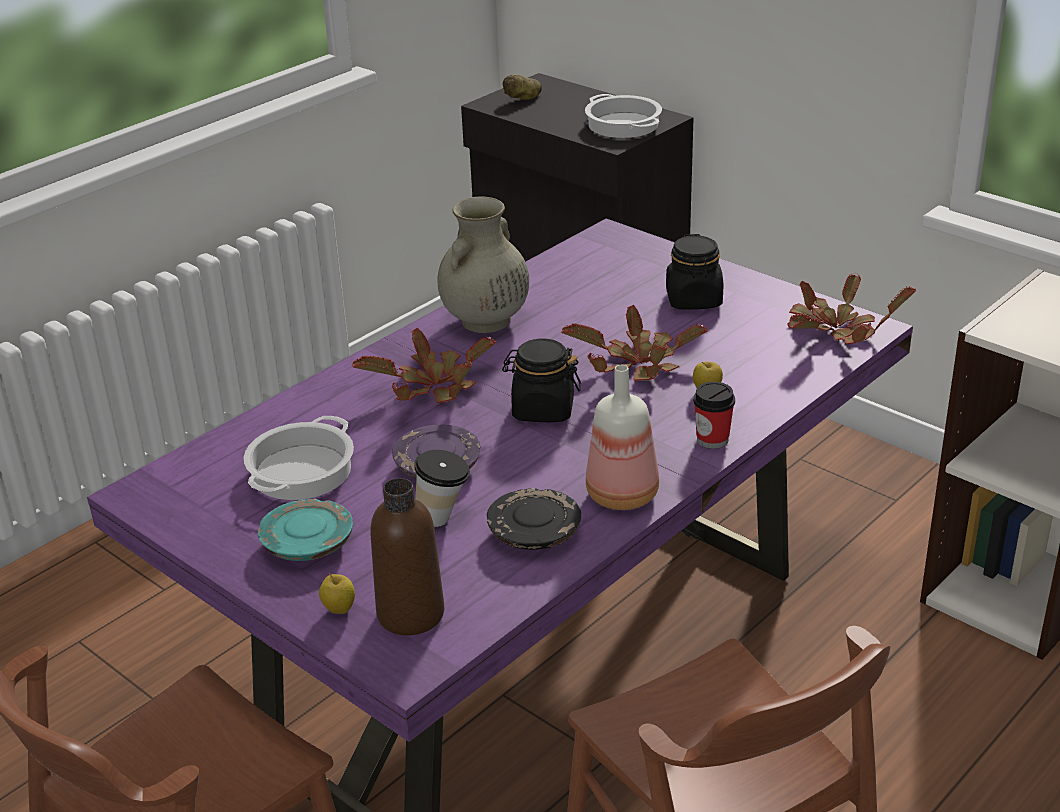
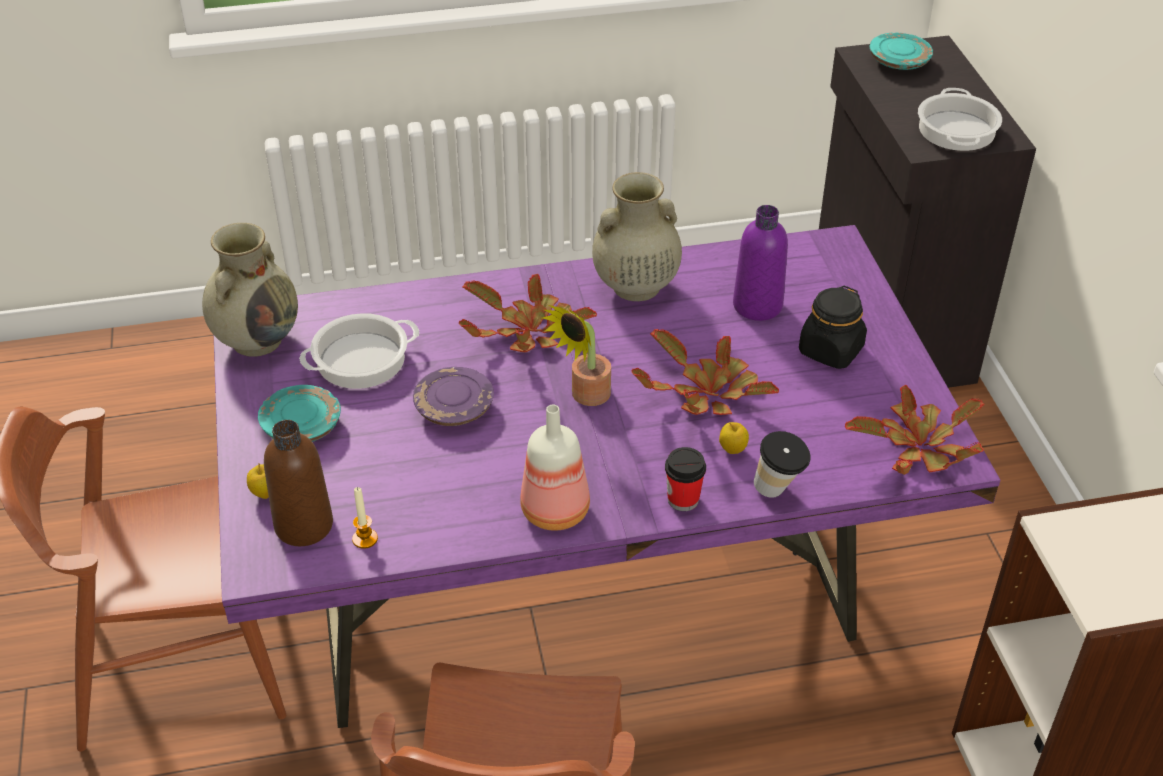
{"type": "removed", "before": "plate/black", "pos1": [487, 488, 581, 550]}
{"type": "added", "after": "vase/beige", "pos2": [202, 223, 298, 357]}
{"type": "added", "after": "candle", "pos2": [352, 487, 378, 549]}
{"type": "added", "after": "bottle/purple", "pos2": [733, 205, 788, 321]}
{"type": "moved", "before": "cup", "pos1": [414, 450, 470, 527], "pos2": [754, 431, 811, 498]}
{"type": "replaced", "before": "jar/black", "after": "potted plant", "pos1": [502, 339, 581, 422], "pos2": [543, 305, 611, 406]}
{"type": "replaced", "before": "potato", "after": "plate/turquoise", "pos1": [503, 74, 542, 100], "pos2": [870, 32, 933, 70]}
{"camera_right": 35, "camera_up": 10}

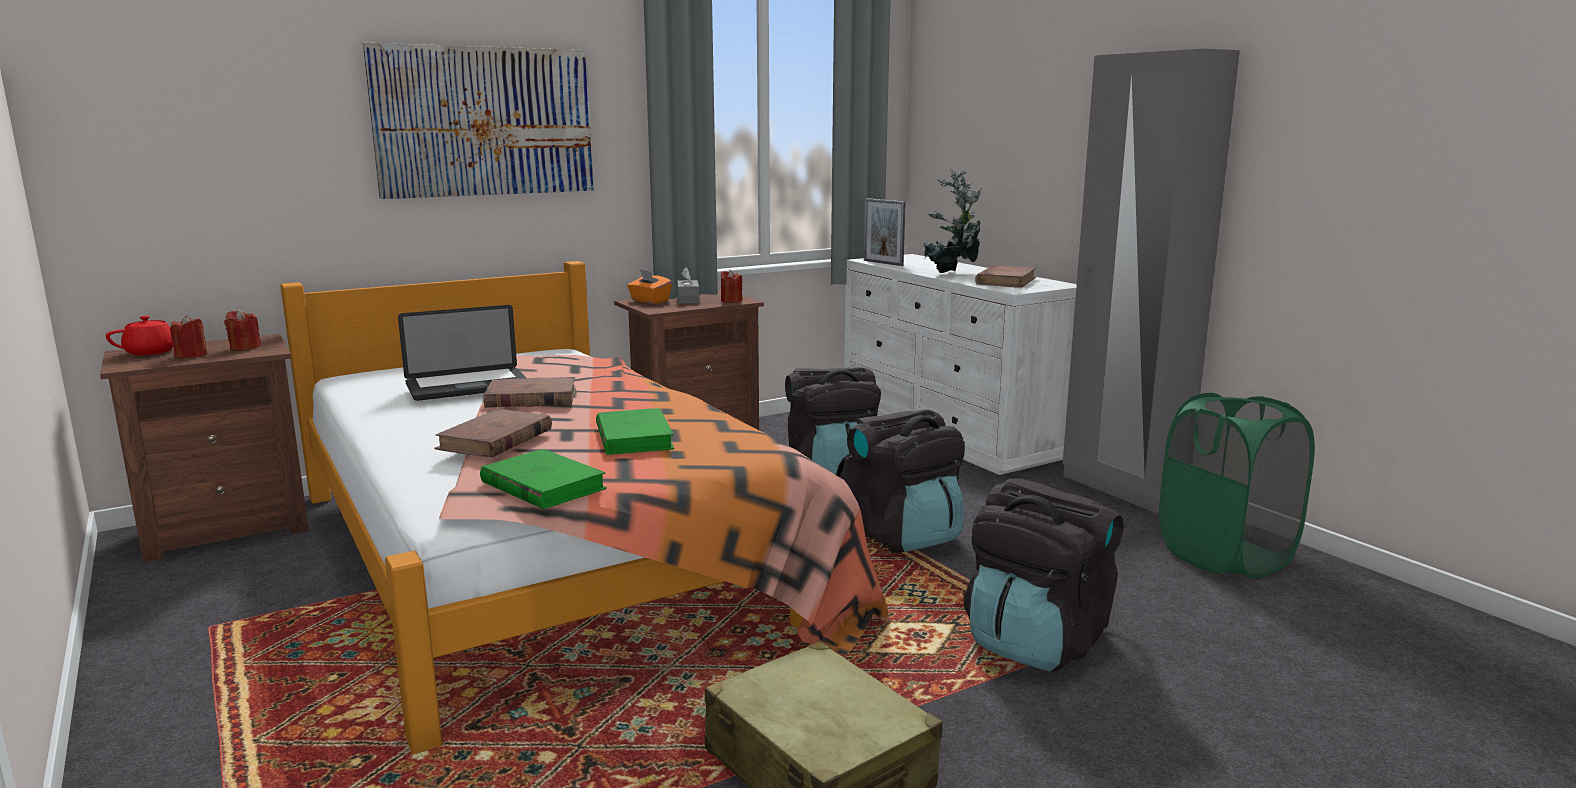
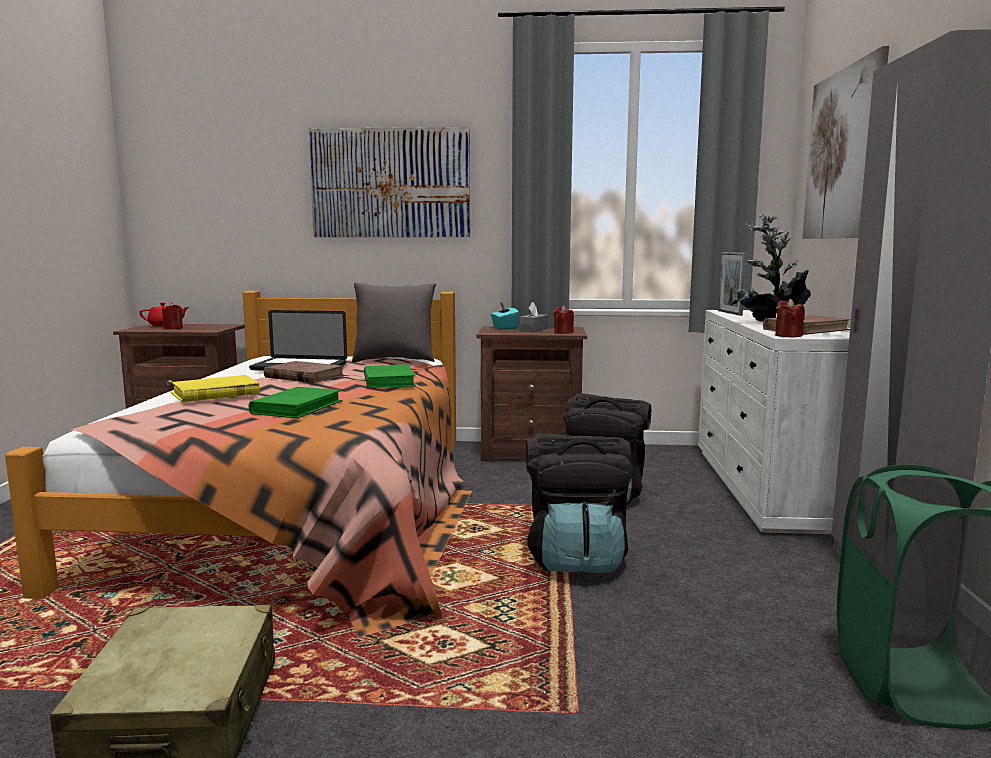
{"type": "removed", "before": "backpack/black", "pos1": [964, 478, 1123, 672]}
{"type": "added", "after": "pillow/grey", "pos2": [352, 283, 436, 362]}
{"type": "added", "after": "picture", "pos2": [802, 46, 889, 239]}
{"type": "moved", "before": "candle/red", "pos1": [224, 309, 262, 351], "pos2": [775, 299, 805, 337]}
{"type": "moved", "before": "book/green", "pos1": [480, 449, 607, 509], "pos2": [364, 365, 416, 388]}
{"type": "recoloured", "before": "book/brown", "after": "book/yellow", "pos1": [435, 409, 552, 458], "pos2": [171, 375, 260, 402]}
{"type": "recoloured", "before": "tissue box/orange", "after": "tissue box/turquoise", "pos1": [627, 269, 672, 304], "pos2": [491, 302, 519, 330]}
{"camera_right": 35, "camera_up": -5}

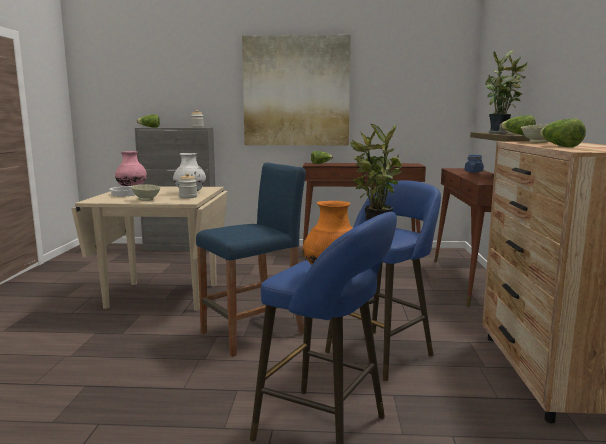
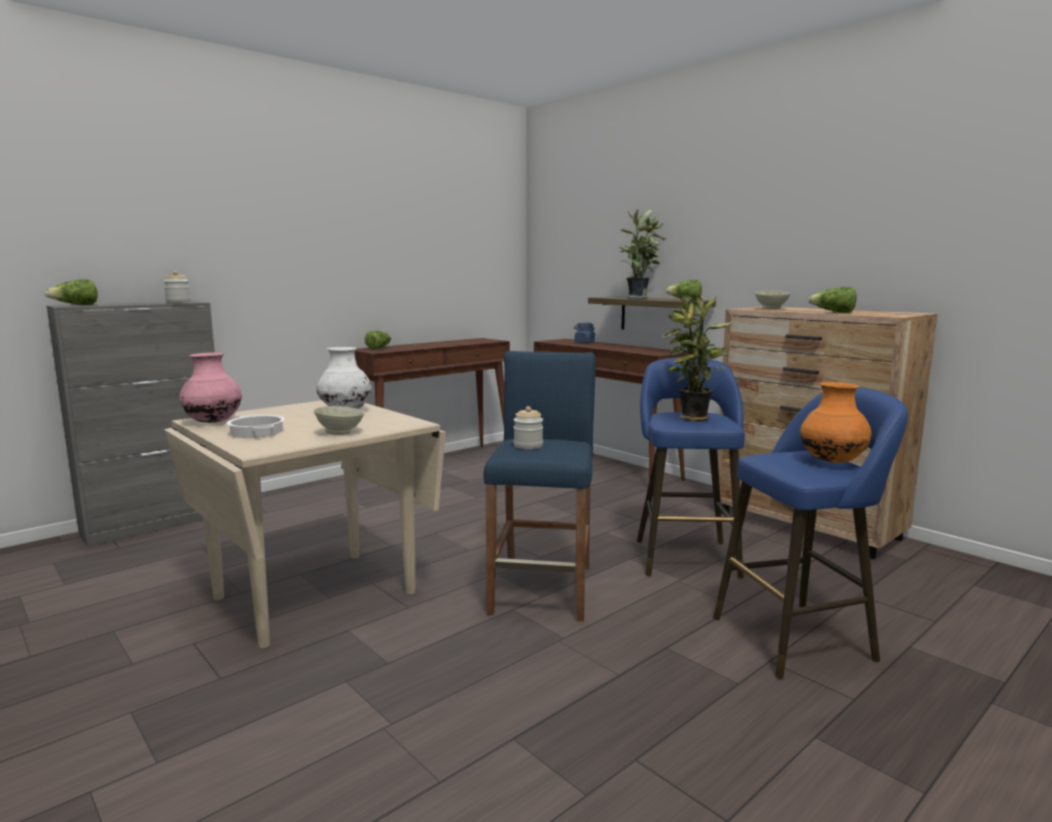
{"type": "removed", "before": "picture", "pos1": [242, 35, 351, 145]}
{"type": "moved", "before": "jar", "pos1": [178, 173, 197, 199], "pos2": [514, 406, 543, 449]}
{"camera_right": -45, "camera_up": 0}

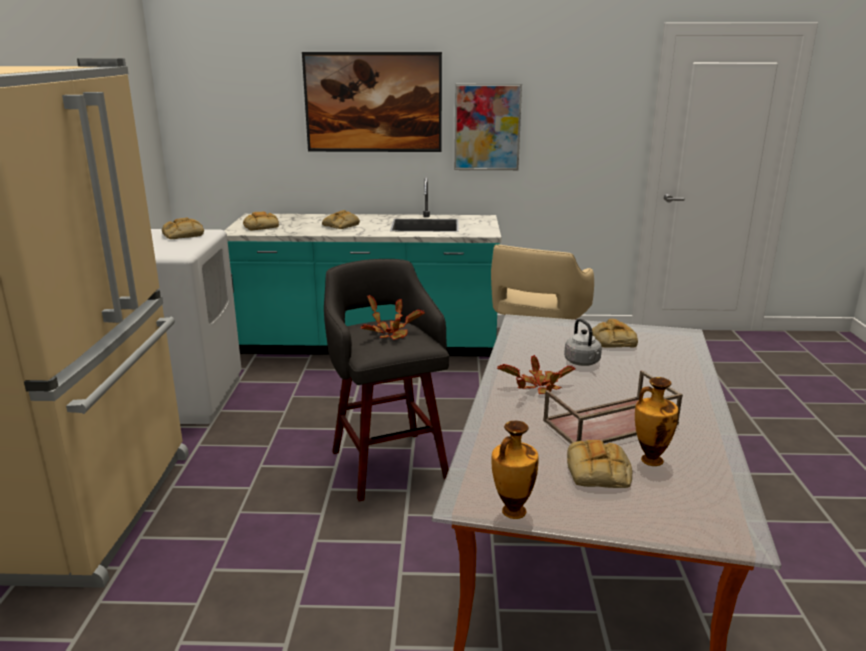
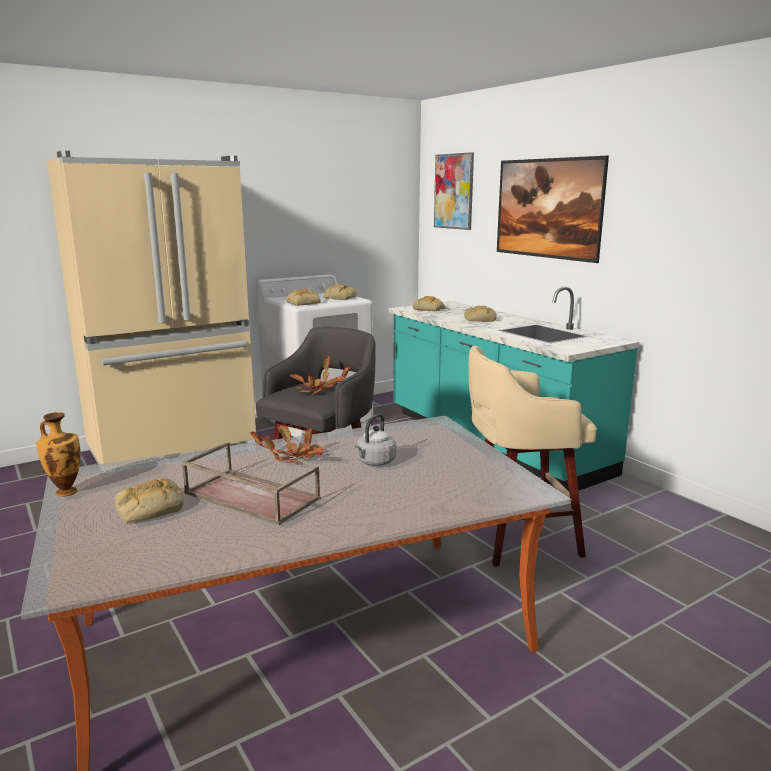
{"type": "removed", "before": "vase", "pos1": [635, 377, 679, 466]}
{"type": "moved", "before": "picture", "pos1": [454, 83, 522, 170], "pos2": [434, 152, 474, 230]}
{"type": "moved", "before": "bread", "pos1": [592, 319, 638, 348], "pos2": [286, 289, 321, 306]}
{"camera_right": 55, "camera_up": -5}

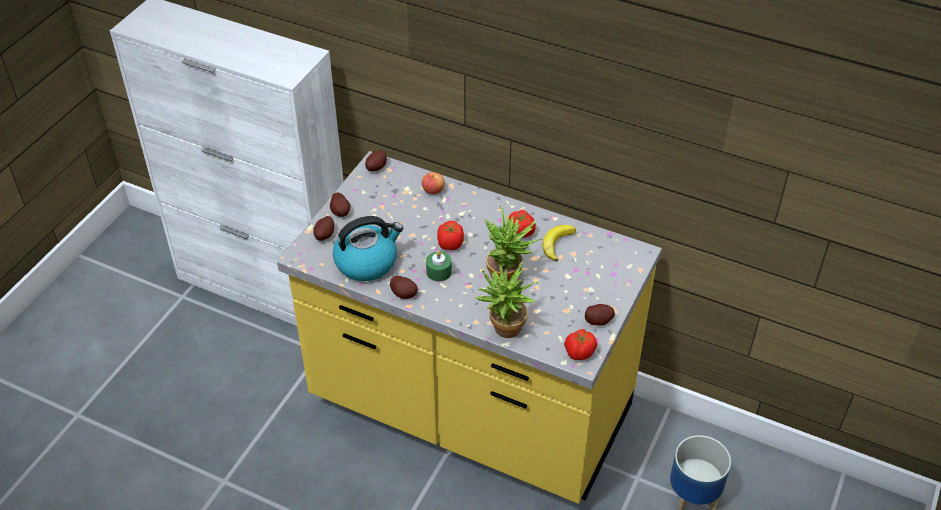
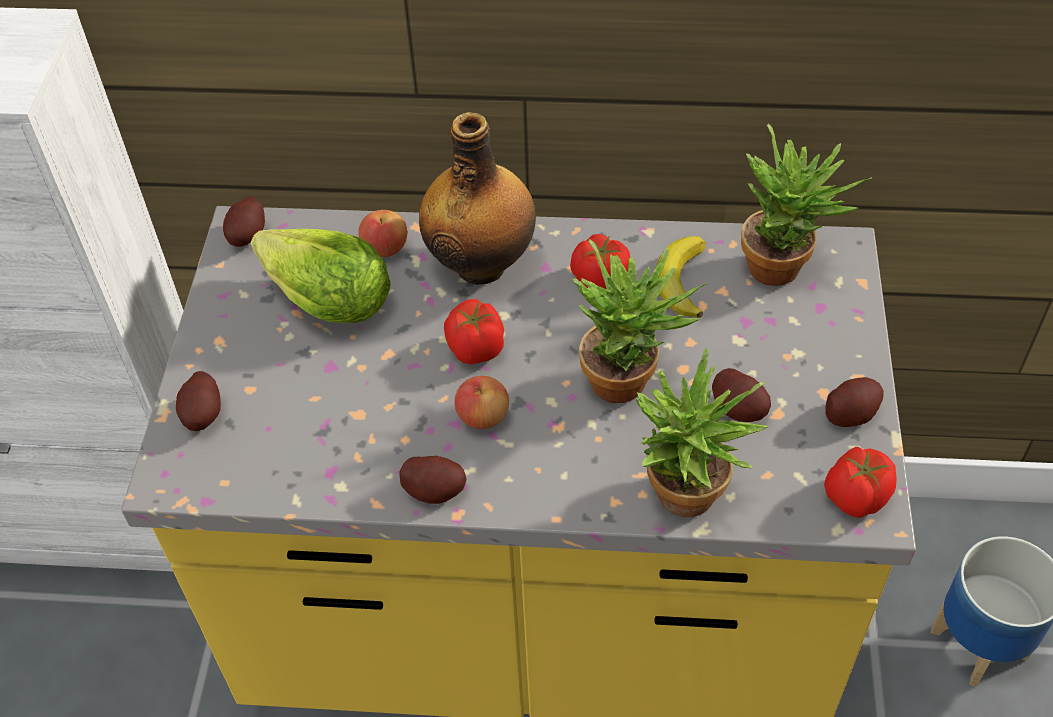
{"type": "removed", "before": "kettle", "pos1": [333, 216, 403, 281]}
{"type": "added", "after": "lettuce", "pos2": [251, 229, 390, 323]}
{"type": "added", "after": "bottle", "pos2": [419, 112, 536, 285]}
{"type": "added", "after": "potted plant", "pos2": [741, 123, 872, 286]}
{"type": "moved", "before": "potato", "pos1": [330, 193, 350, 217], "pos2": [712, 368, 771, 422]}
{"type": "replaced", "before": "candle/green", "after": "apple", "pos1": [426, 251, 452, 281], "pos2": [454, 376, 509, 429]}
{"camera_right": -20, "camera_up": 5}

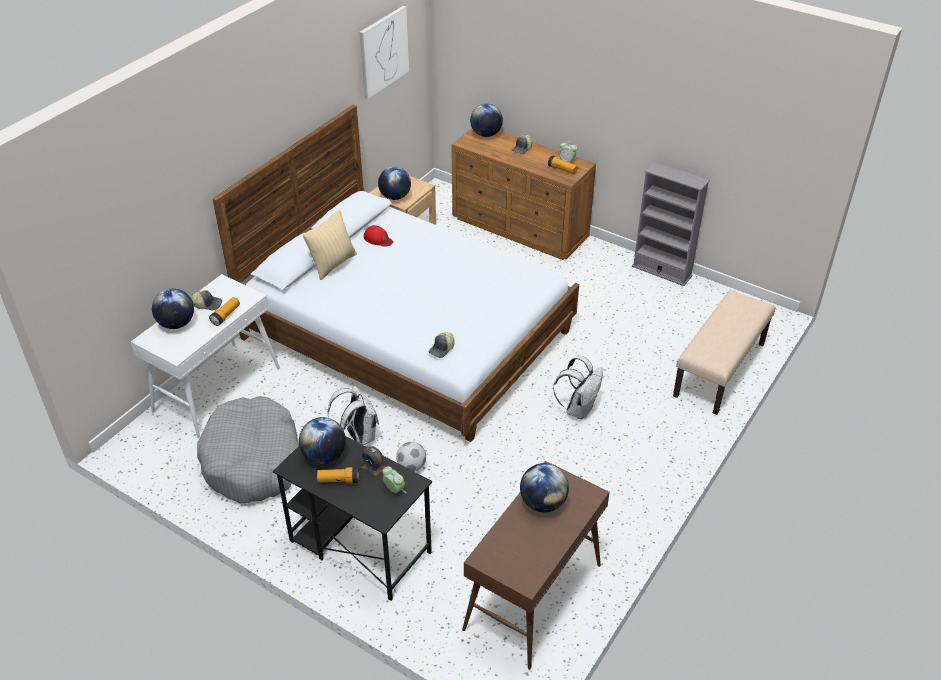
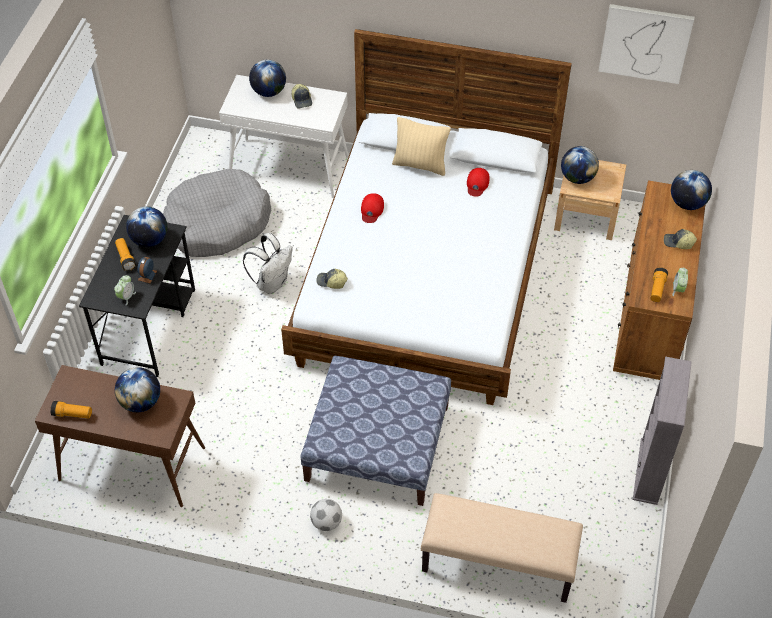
{"type": "added", "after": "cap/red", "pos2": [361, 193, 384, 223]}
{"type": "moved", "before": "flashlight", "pos1": [209, 297, 240, 326], "pos2": [50, 401, 92, 419]}
{"type": "moved", "before": "football", "pos1": [396, 442, 426, 472], "pos2": [310, 499, 342, 531]}
{"type": "replaced", "before": "backpack/white", "after": "ottoman", "pos1": [553, 356, 603, 419], "pos2": [301, 356, 451, 506]}
{"camera_right": 70, "camera_up": 10}

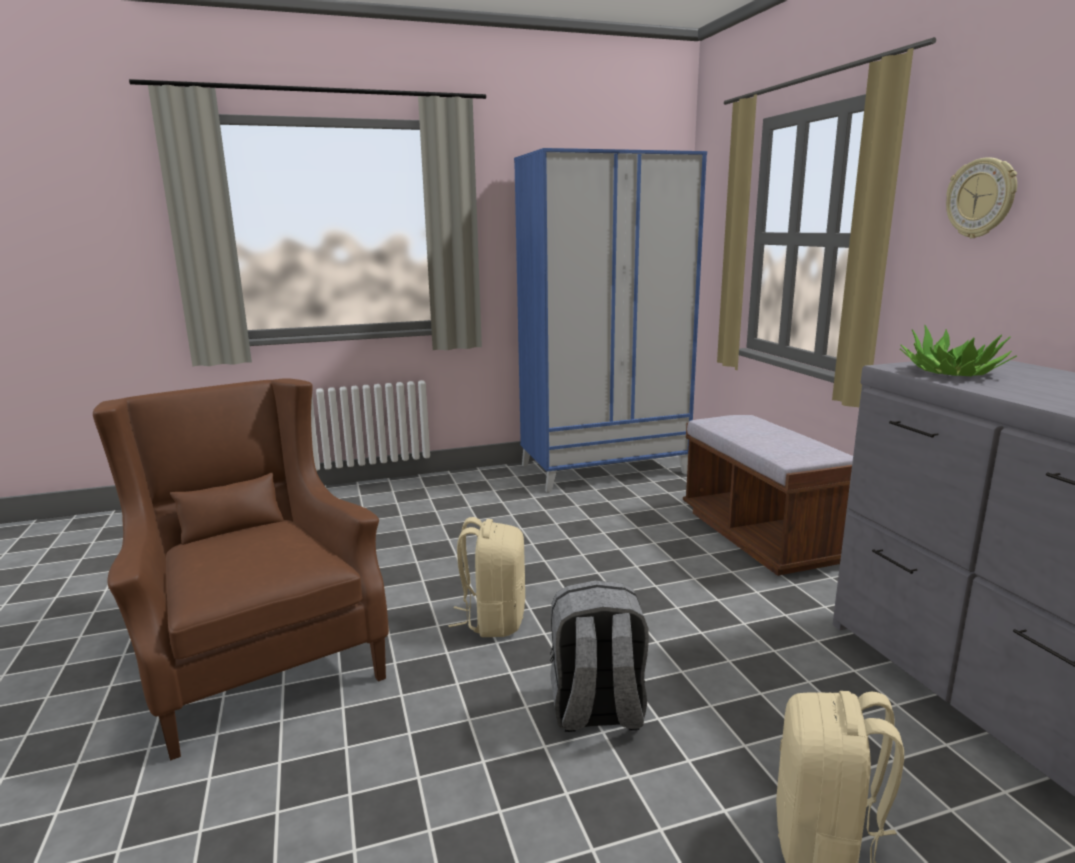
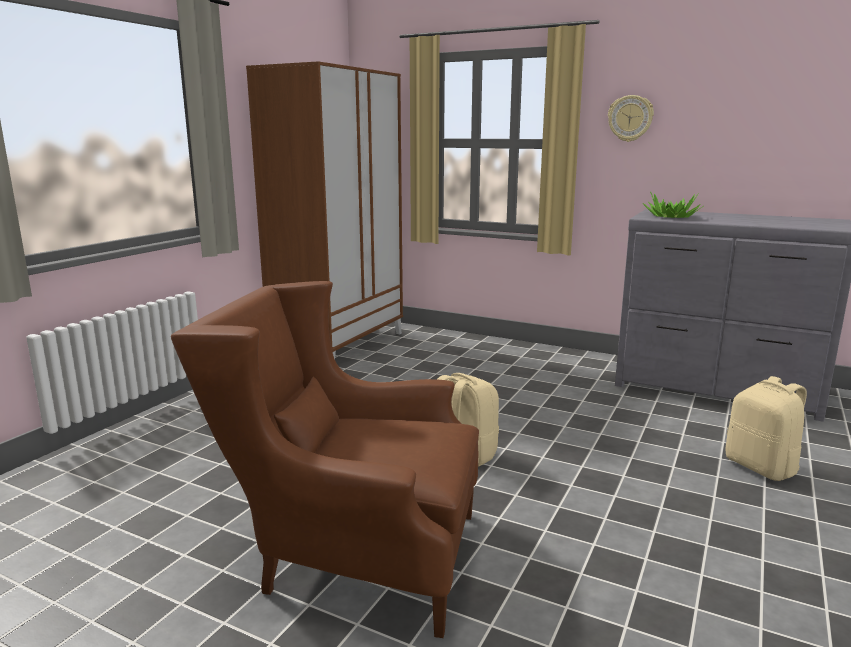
{"type": "removed", "before": "backpack/grey", "pos1": [550, 580, 649, 732]}
{"type": "removed", "before": "bench/brown", "pos1": [683, 415, 853, 576]}
{"type": "recoloured", "before": "wardrobe/blue", "after": "wardrobe/brown", "pos1": [514, 148, 707, 492], "pos2": [246, 61, 403, 359]}
{"camera_right": -45, "camera_up": 0}

